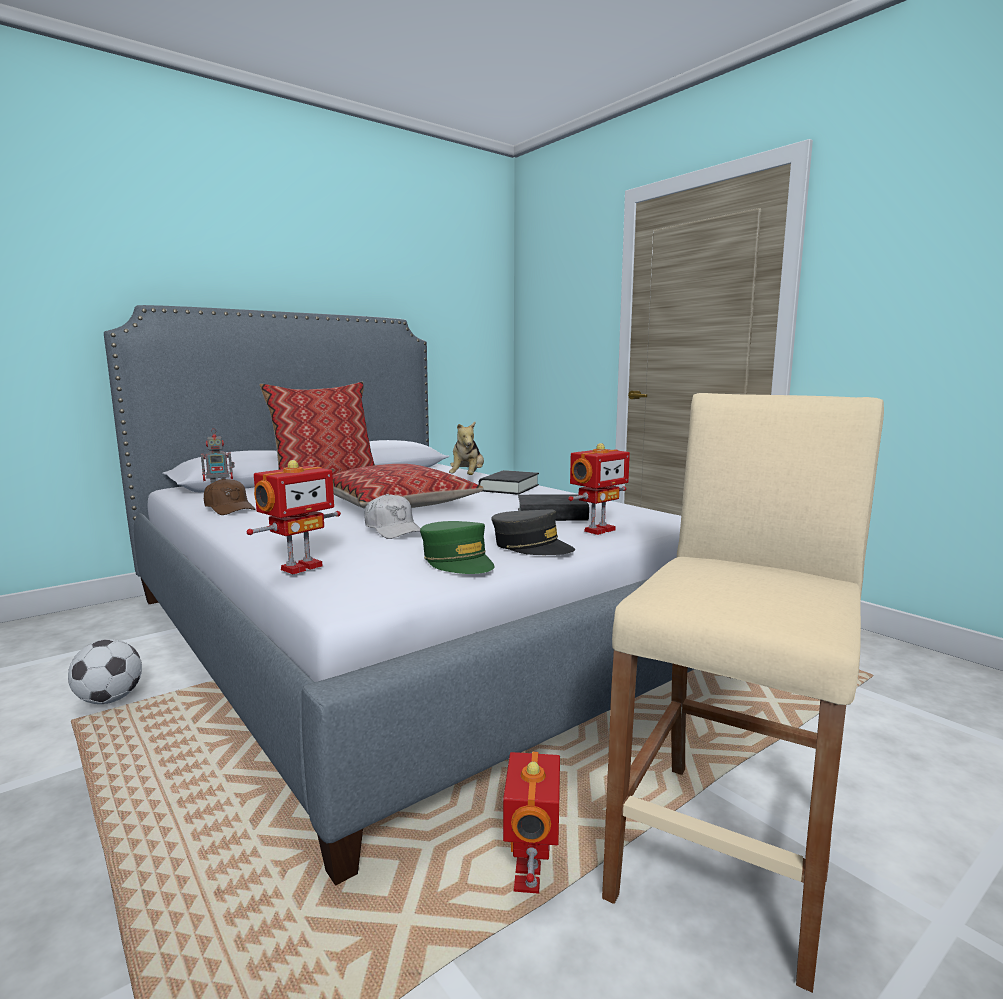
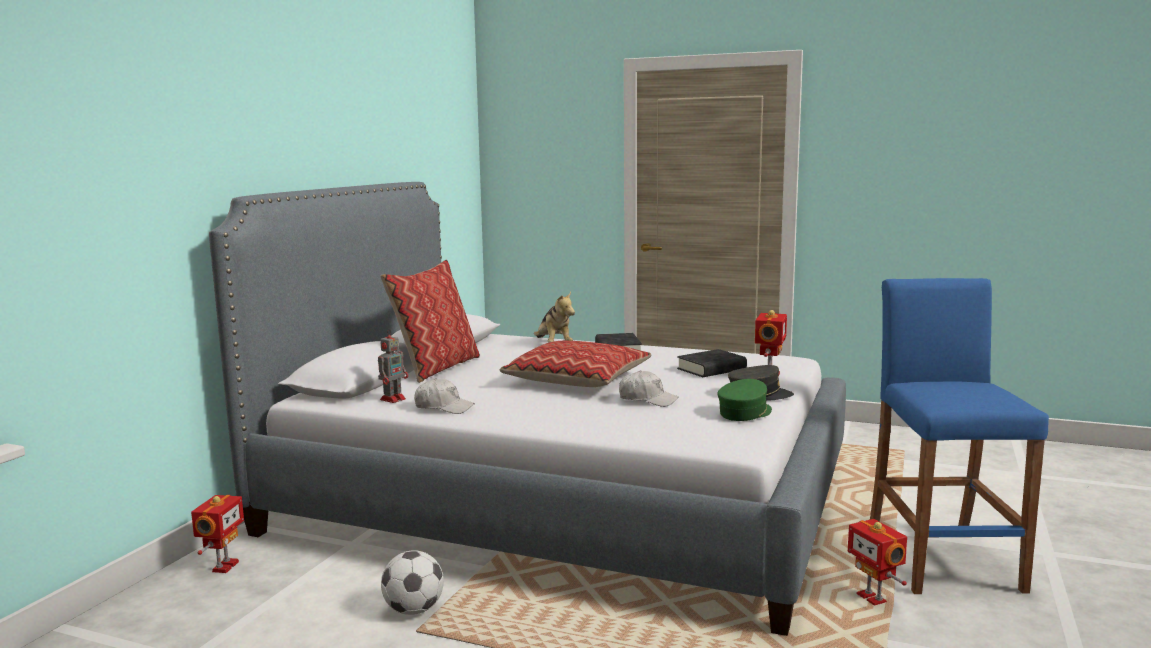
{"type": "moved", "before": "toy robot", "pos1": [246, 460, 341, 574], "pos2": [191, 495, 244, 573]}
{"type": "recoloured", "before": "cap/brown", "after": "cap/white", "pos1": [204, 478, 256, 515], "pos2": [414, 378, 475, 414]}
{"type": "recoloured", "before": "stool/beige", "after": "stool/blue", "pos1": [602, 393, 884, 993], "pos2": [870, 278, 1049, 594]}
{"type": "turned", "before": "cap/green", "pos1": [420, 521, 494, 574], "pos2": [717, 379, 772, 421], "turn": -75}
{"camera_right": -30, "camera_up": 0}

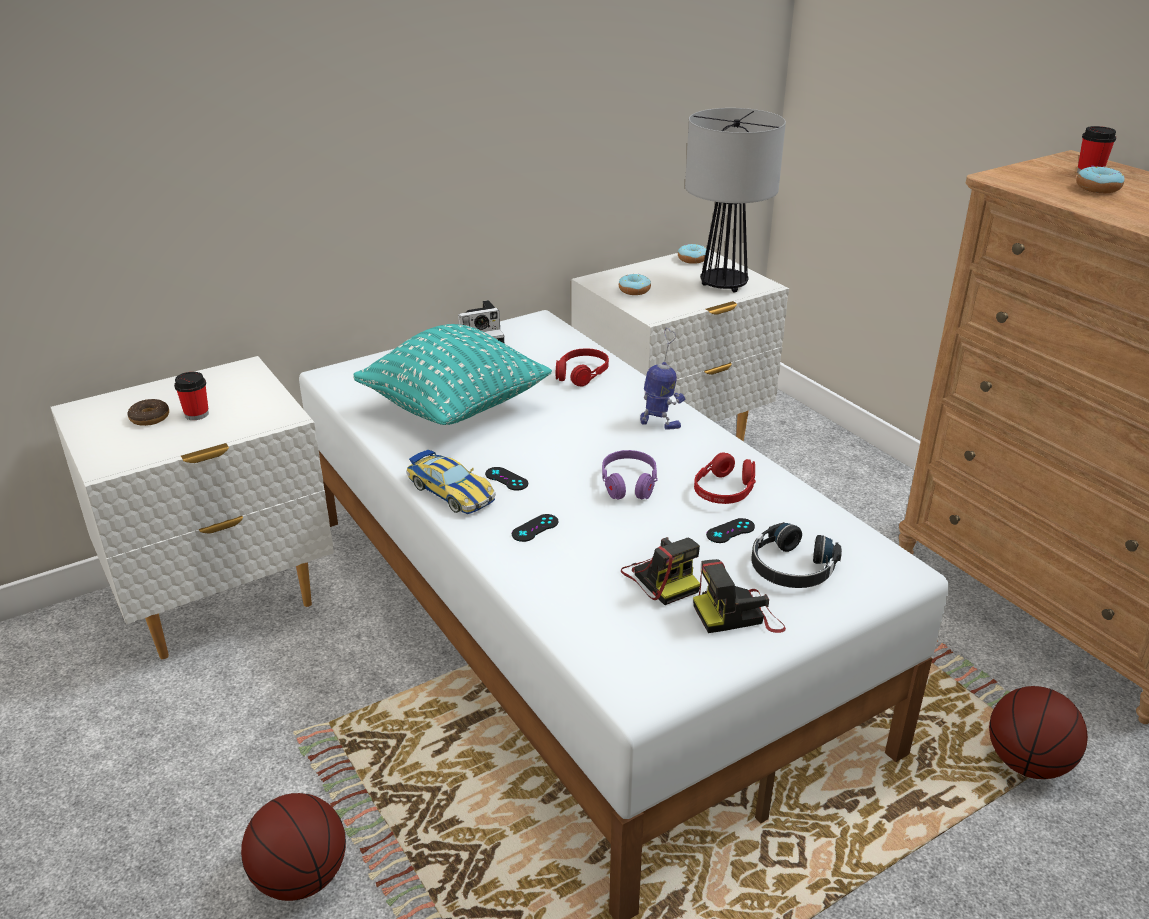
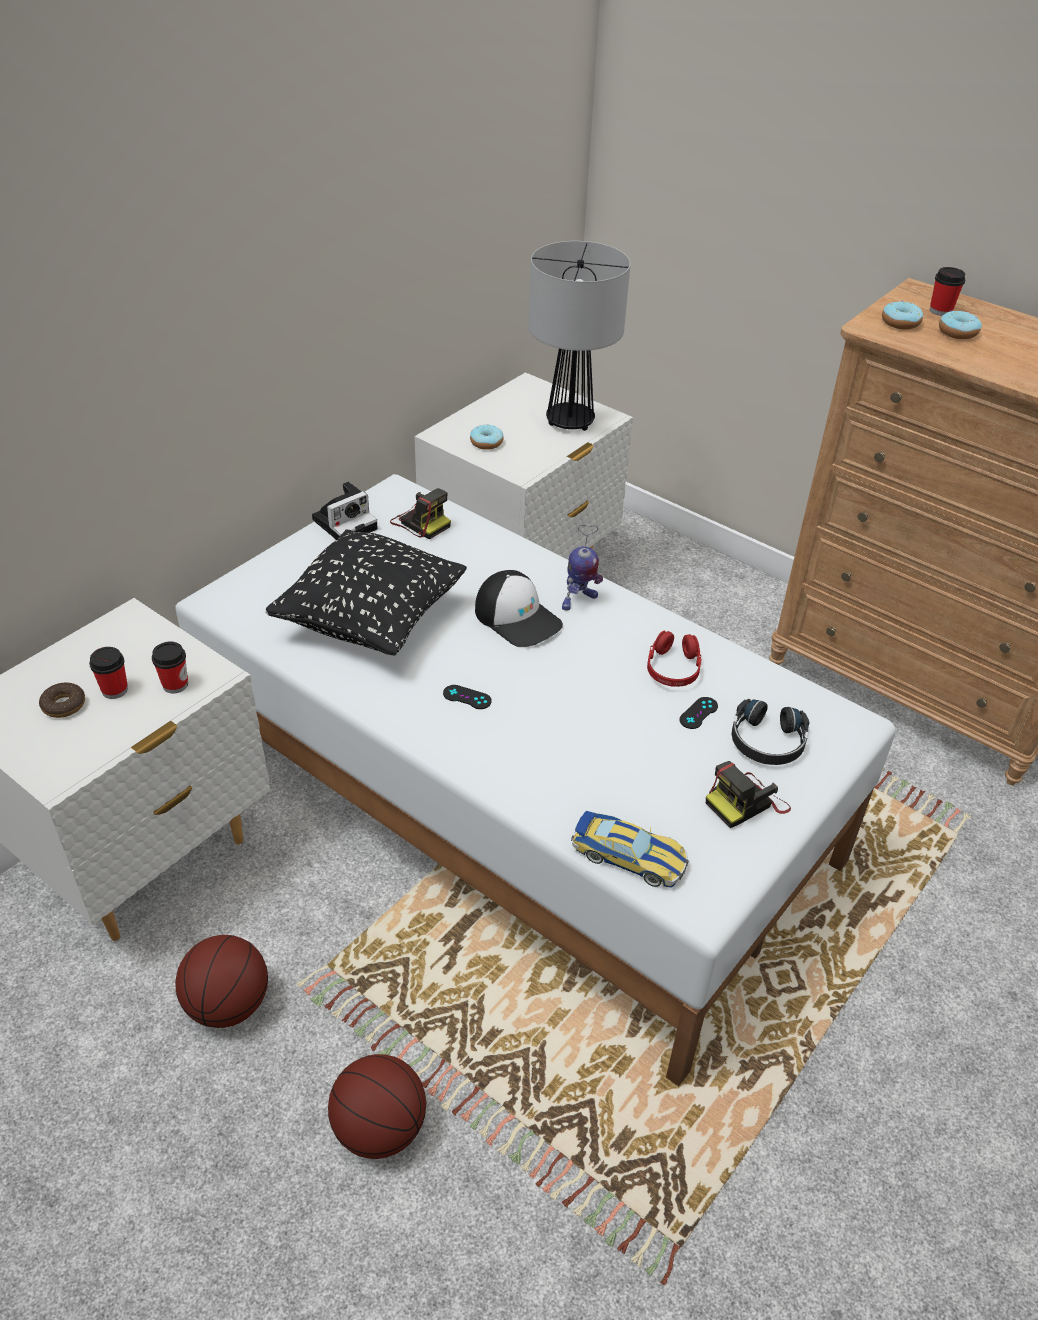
{"type": "removed", "before": "game controller/black", "pos1": [511, 514, 558, 542]}
{"type": "removed", "before": "headphones/red", "pos1": [556, 348, 609, 387]}
{"type": "removed", "before": "headphones/purple", "pos1": [602, 450, 658, 500]}
{"type": "added", "after": "cup", "pos2": [152, 642, 188, 693]}
{"type": "added", "after": "cap", "pos2": [475, 570, 563, 647]}
{"type": "moved", "before": "toy car", "pos1": [406, 449, 496, 514], "pos2": [571, 811, 689, 888]}
{"type": "moved", "before": "photo camera", "pos1": [621, 537, 700, 605], "pos2": [390, 488, 451, 540]}
{"type": "moved", "before": "donut", "pos1": [678, 244, 706, 264], "pos2": [882, 300, 923, 330]}
{"type": "moved", "before": "basketball", "pos1": [989, 686, 1088, 779], "pos2": [175, 935, 268, 1028]}
{"type": "recoloured", "before": "pillow/turquoise", "after": "pillow/black", "pos1": [353, 324, 552, 425], "pos2": [266, 530, 467, 655]}
{"type": "turned", "before": "toy robot", "pos1": [640, 328, 685, 430], "pos2": [562, 525, 603, 611], "turn": 135}
{"camera_right": -20, "camera_up": 10}

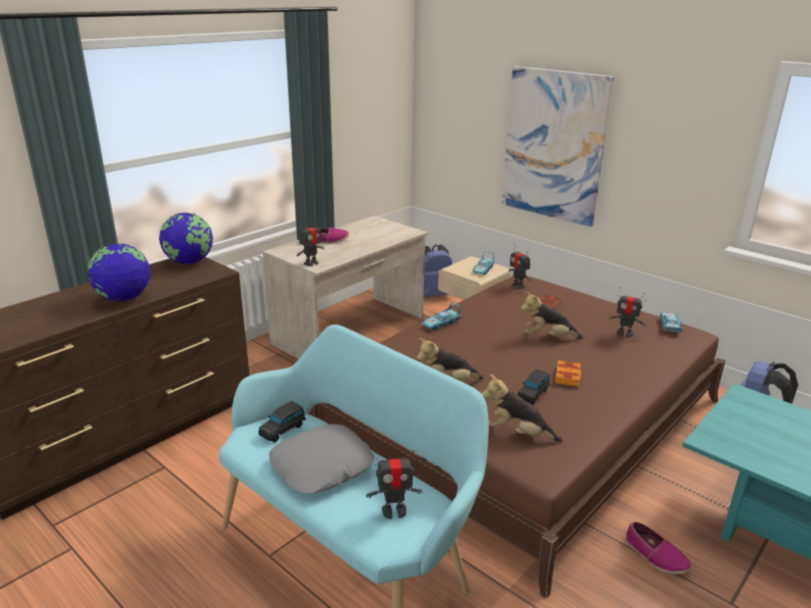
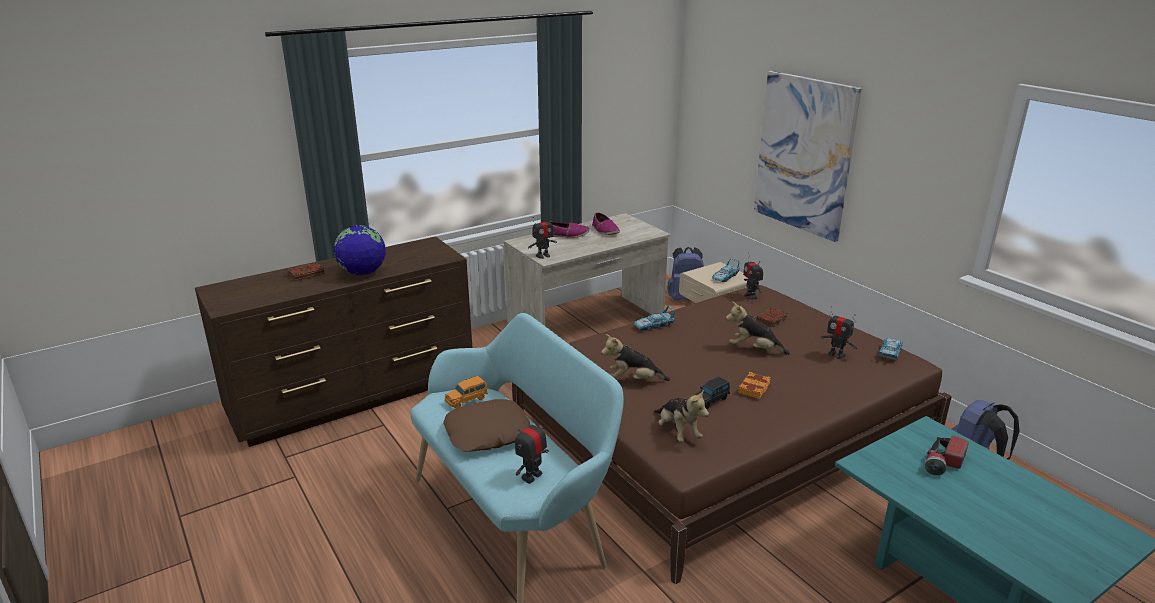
{"type": "removed", "before": "globe", "pos1": [159, 213, 213, 264]}
{"type": "added", "after": "book/brown", "pos2": [288, 262, 325, 282]}
{"type": "added", "after": "flashlight", "pos2": [925, 435, 969, 476]}
{"type": "moved", "before": "shoe", "pos1": [626, 522, 691, 574], "pos2": [592, 212, 620, 235]}
{"type": "recoloured", "before": "toy car/black", "after": "toy car/orange", "pos1": [258, 401, 306, 442], "pos2": [445, 376, 488, 409]}
{"type": "recoloured", "before": "pillow/grey", "after": "pillow/brown", "pos1": [269, 424, 375, 494], "pos2": [443, 399, 530, 452]}
{"type": "turned", "before": "toy robot", "pos1": [366, 450, 422, 519], "pos2": [515, 413, 549, 484], "turn": 120}
{"type": "turned", "before": "plush toy", "pos1": [481, 374, 562, 442], "pos2": [654, 389, 709, 442], "turn": -150}
{"camera_right": 15, "camera_up": 0}

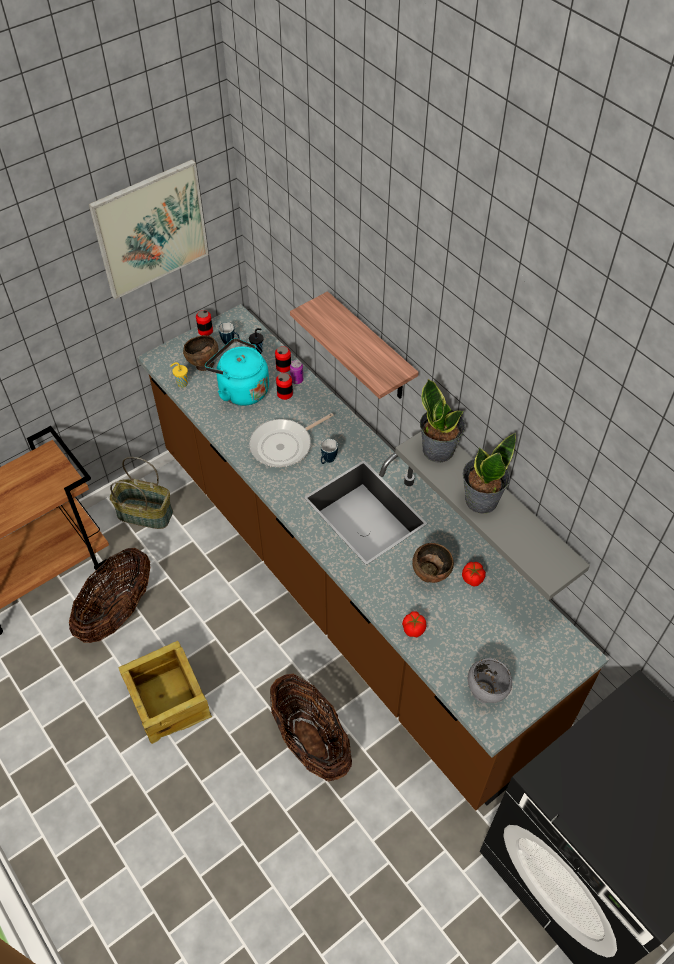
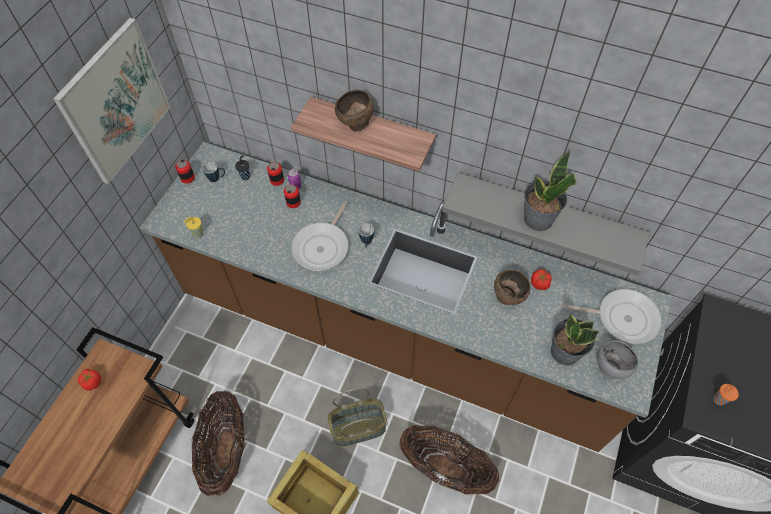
{"type": "removed", "before": "kettle/turquoise", "pos1": [205, 338, 269, 406]}
{"type": "added", "after": "frying pan", "pos2": [564, 289, 662, 344]}
{"type": "added", "after": "cup/orange", "pos2": [713, 384, 739, 406]}
{"type": "moved", "before": "basket", "pos1": [110, 457, 173, 529], "pos2": [328, 388, 387, 446]}
{"type": "moved", "before": "bowl/brown", "pos1": [183, 335, 218, 371], "pos2": [335, 89, 374, 131]}
{"type": "moved", "before": "tomato", "pos1": [402, 611, 427, 637], "pos2": [78, 369, 101, 391]}
{"type": "moved", "before": "potted plant", "pos1": [420, 379, 465, 463], "pos2": [551, 313, 599, 366]}
{"camera_right": -30, "camera_up": 5}

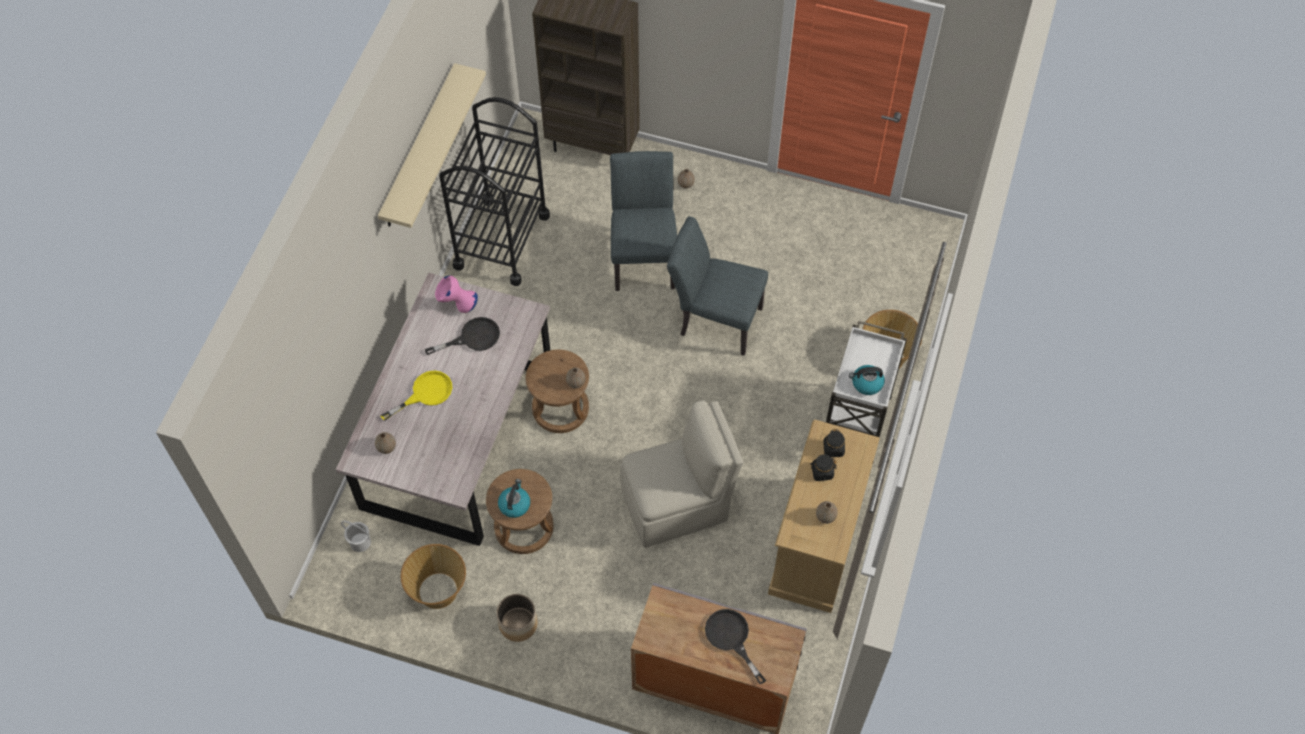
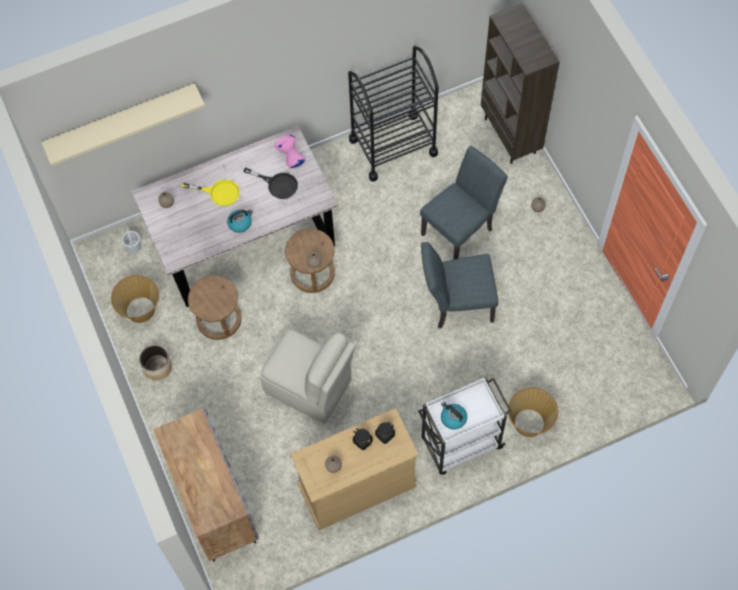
{"type": "removed", "before": "frying pan/black", "pos1": [705, 609, 766, 684]}
{"type": "moved", "before": "shelf/beige", "pos1": [378, 63, 486, 228], "pos2": [41, 83, 205, 166]}
{"type": "moved", "before": "kettle", "pos1": [498, 479, 530, 518], "pos2": [227, 209, 253, 233]}
{"type": "turned", "before": "chair/grey", "pos1": [667, 216, 768, 356], "pos2": [421, 242, 498, 328], "turn": -75}
{"camera_right": 50, "camera_up": 5}

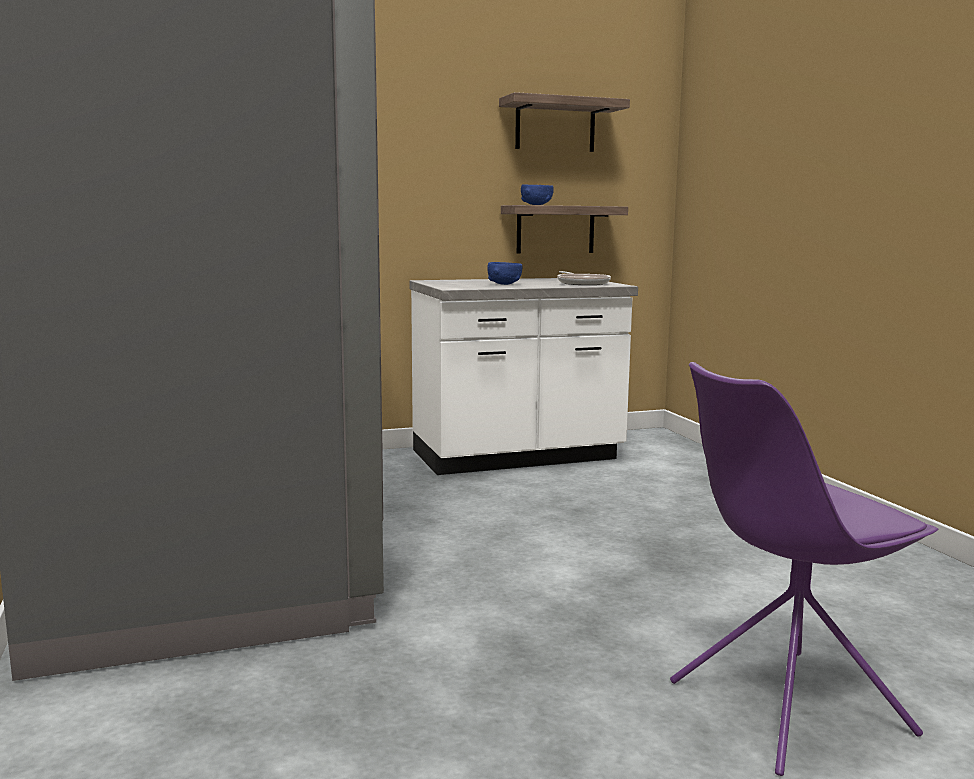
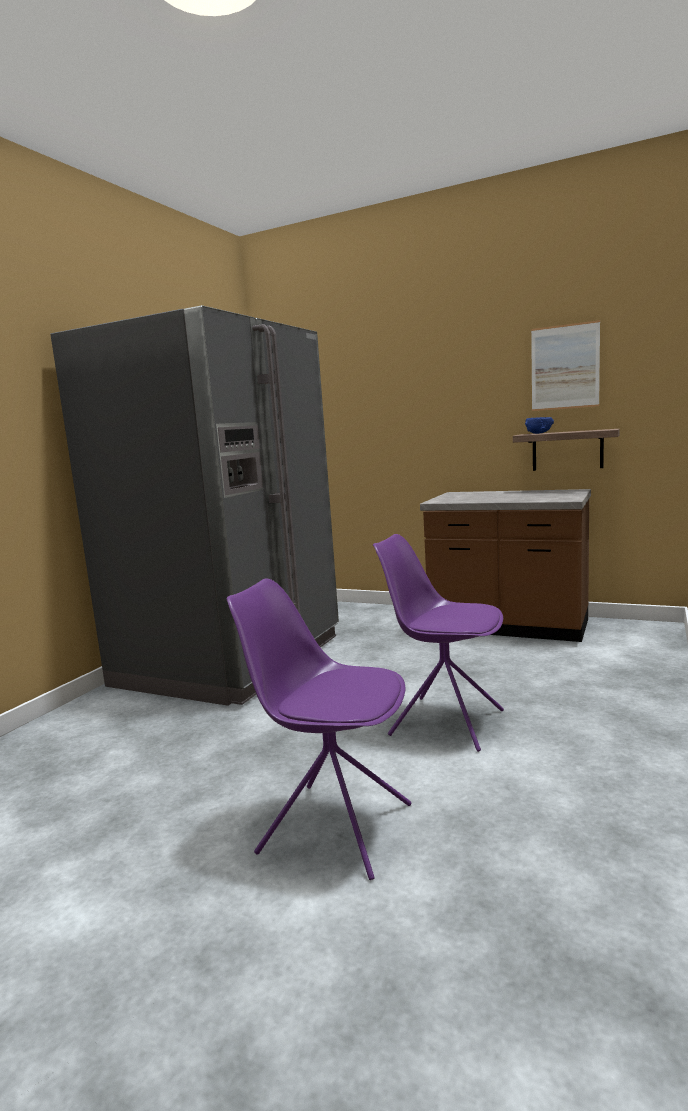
{"type": "removed", "before": "bowl/blue", "pos1": [487, 262, 522, 285]}
{"type": "removed", "before": "frying pan", "pos1": [557, 271, 611, 285]}
{"type": "added", "after": "chair/purple", "pos2": [373, 534, 504, 752]}
{"type": "replaced", "before": "shelf", "after": "picture", "pos1": [499, 92, 630, 152], "pos2": [531, 320, 600, 411]}
{"type": "recoloured", "before": "counter/white", "after": "counter/brown", "pos1": [409, 278, 638, 475], "pos2": [420, 489, 591, 642]}
{"camera_right": 45, "camera_up": 0}

